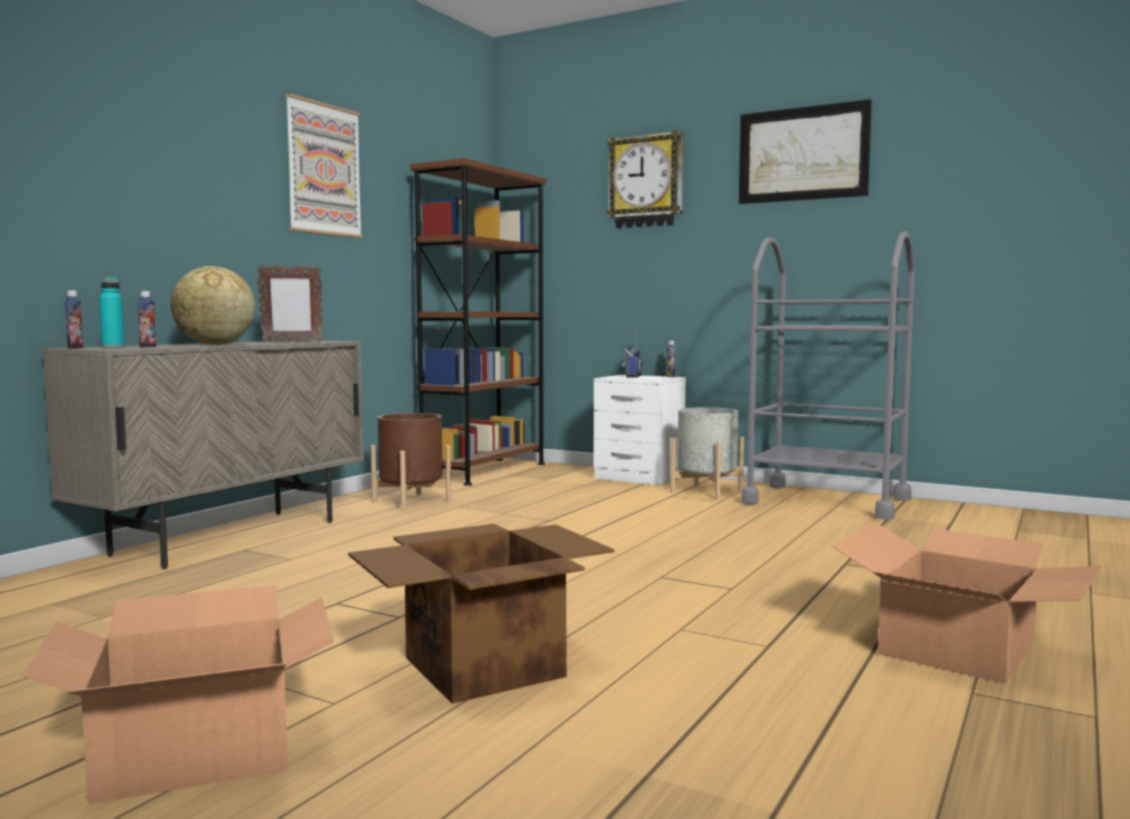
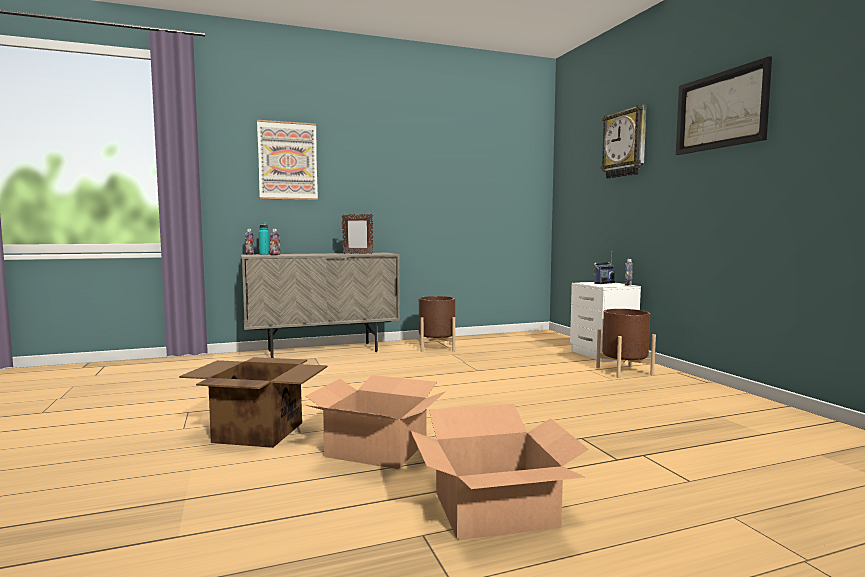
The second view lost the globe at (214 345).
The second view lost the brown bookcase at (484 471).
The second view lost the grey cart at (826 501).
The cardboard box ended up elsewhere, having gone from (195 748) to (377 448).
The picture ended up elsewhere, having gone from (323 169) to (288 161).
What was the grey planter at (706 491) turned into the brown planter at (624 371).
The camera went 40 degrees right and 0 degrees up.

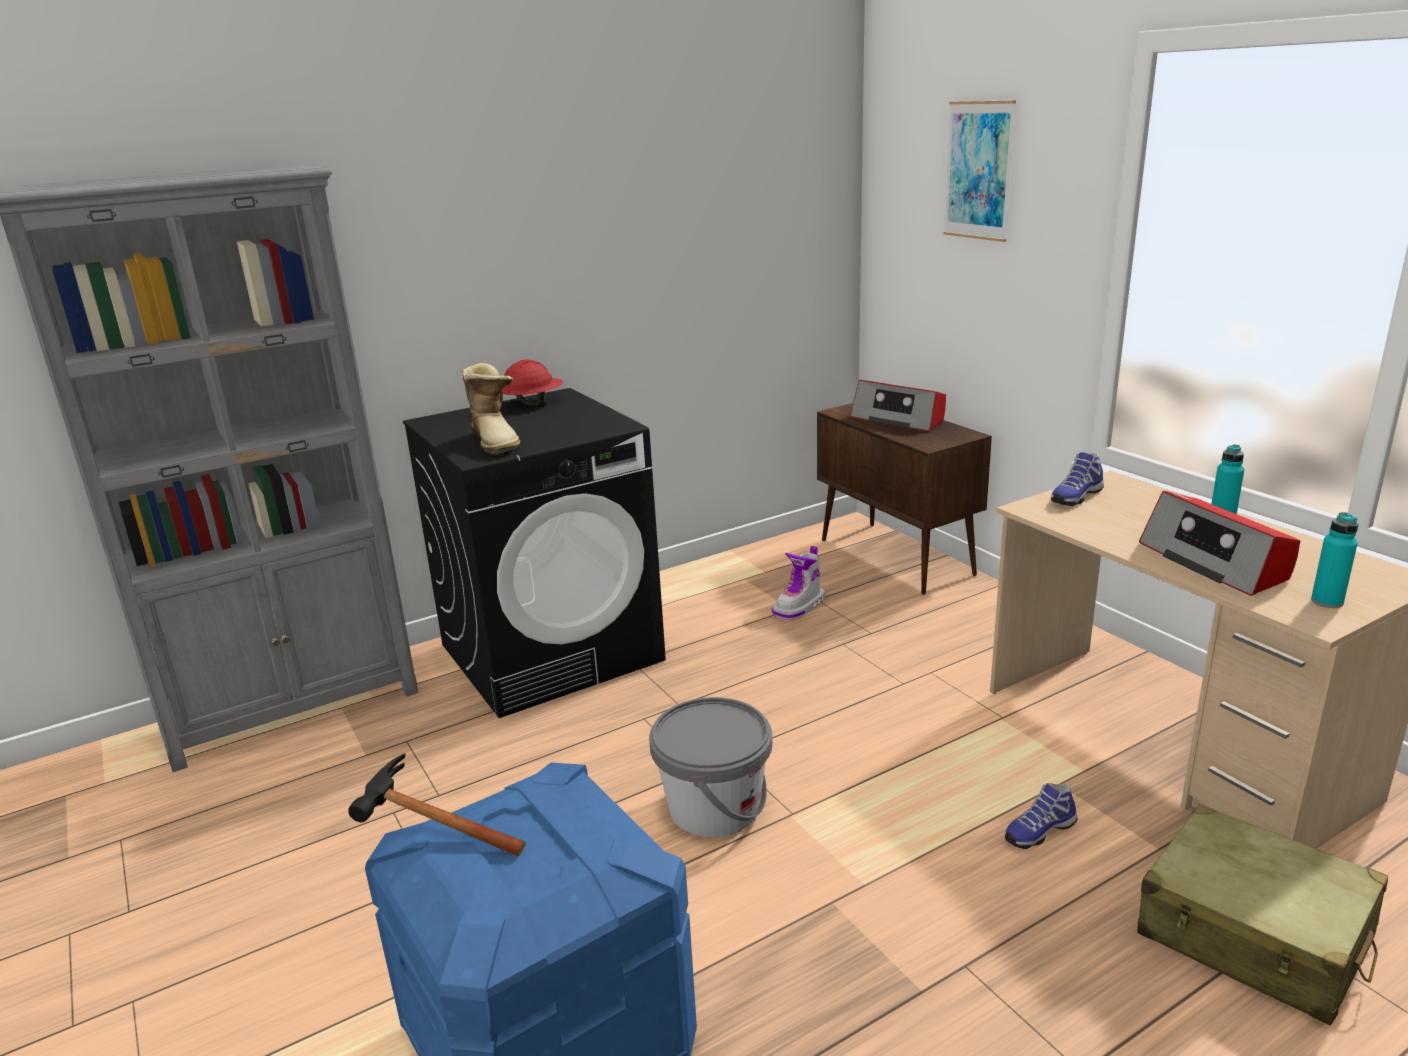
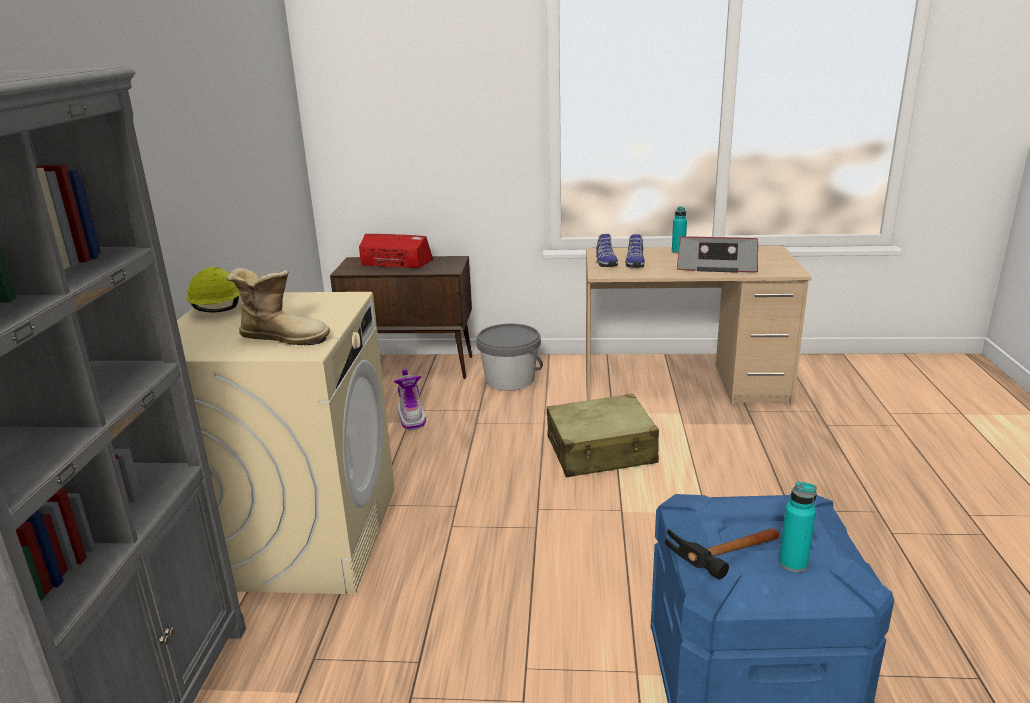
The second view lost the picture at (978 171).
The grey bucket ended up elsewhere, having gone from (714 807) to (510 380).
The shoe ended up elsewhere, having gone from (1038 831) to (634 263).
The beige suitcase ended up elsewhere, having gone from (1254 935) to (601 451).
The turquoise bottle ended up elsewhere, having gone from (1327 601) to (793 563).
What was the black washing machine at (552 652) turned into the beige washing machine at (300 535).
What was the red hard hat at (533 403) turned into the yellow hard hat at (218 310).
The radio at (899 419) ended up facing another way, 150 degrees counterclockwise from before.
The camera went 55 degrees left and 0 degrees up.

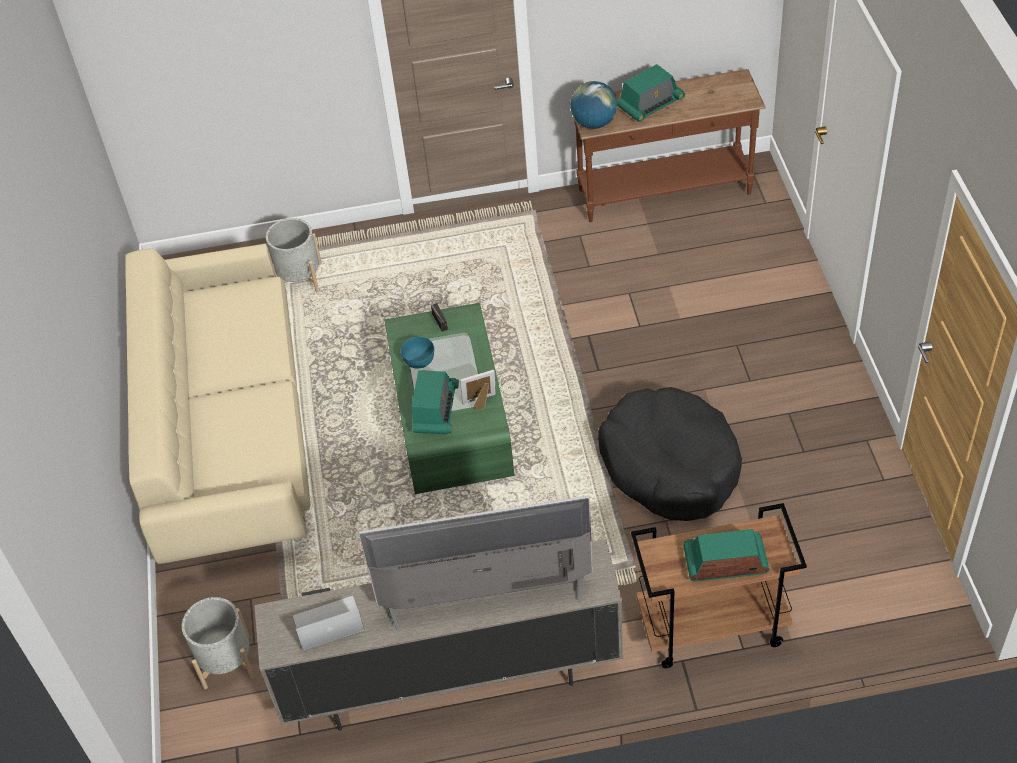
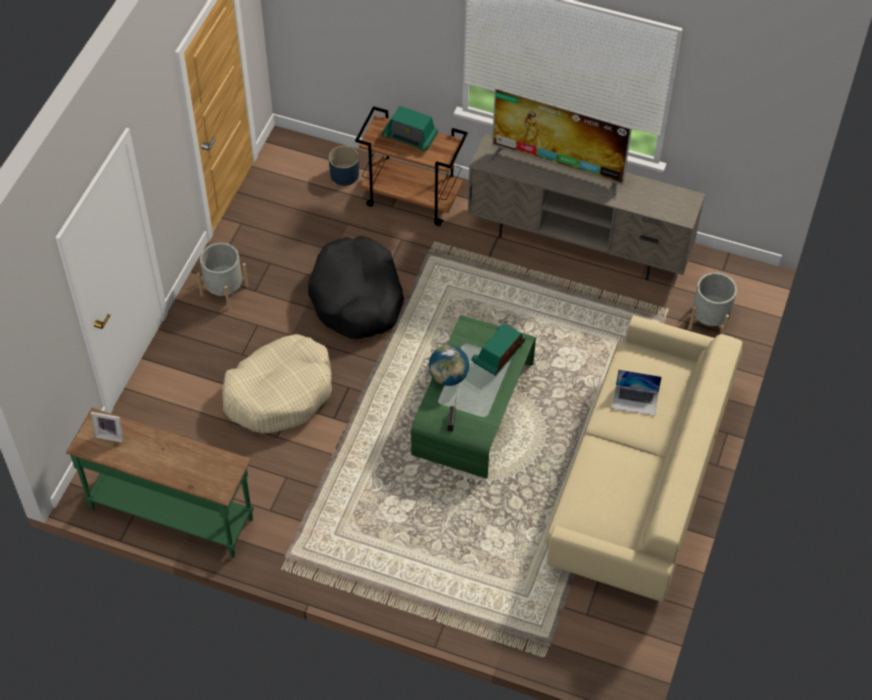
The second view lost the turquoise bowl at (418 360).
The second view lost the radio at (650 104).
The second view gained the beige dog bed at (280 392).
The second view gained the blue planter at (344 175).
The grey planter ended up elsewhere, having gone from (299 278) to (224 290).
The laptop ended up elsewhere, having gone from (328 623) to (635 400).
The picture frame ended up elsewhere, having gone from (480 403) to (110 434).
The globe ended up elsewhere, having gone from (594 123) to (448 377).
What was the brown console table at (665 193) turned into the green console table at (172 513).
The camera went 155 degrees left and 5 degrees up.

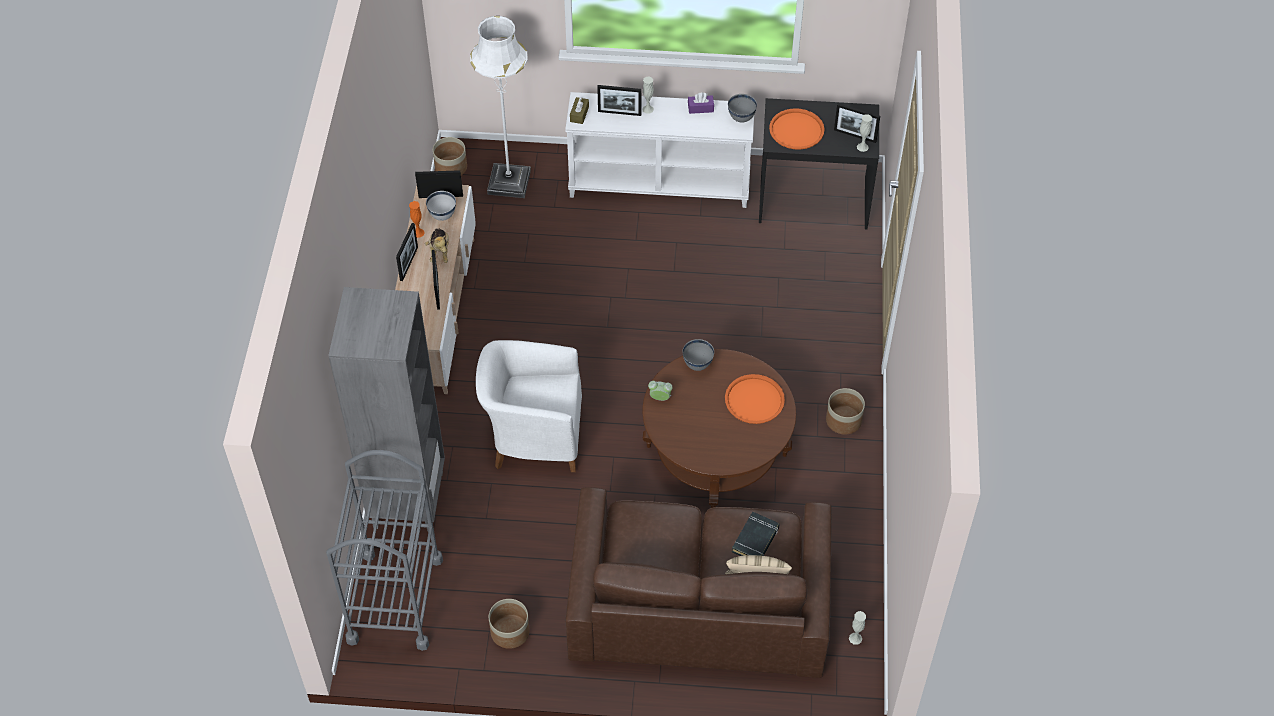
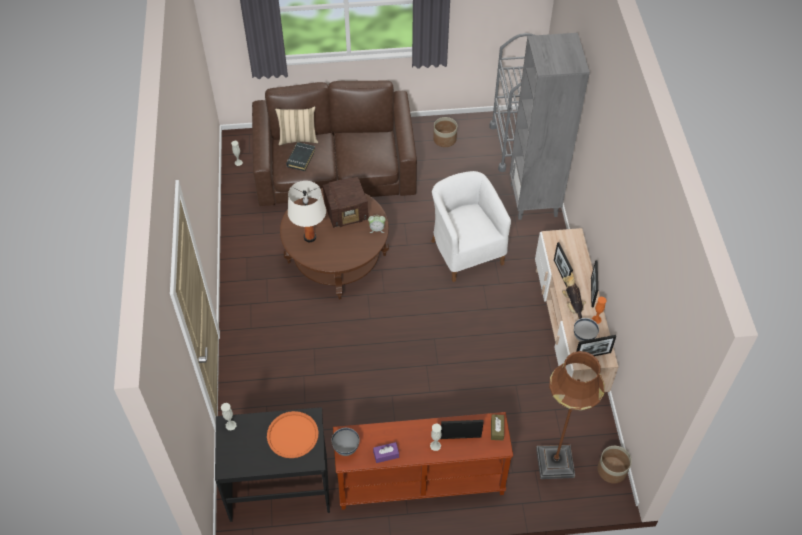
The second view lost the grey bowl at (698 365).
The second view lost the planter at (843 420).
The second view lost the picture frame at (855 135).
The second view gained the radio at (347 212).
Where the orange tray stood at (754 400), the white table lamp came to stand at (310 237).
What was the white floor lamp at (509 182) turned into the brown floor lamp at (555 462).
What was the white console table at (660 184) turned into the brown console table at (420 483).
The white armchair at (533 437) ended up facing another way, 105 degrees counterclockwise from before.
The camera went 170 degrees right and 0 degrees up.

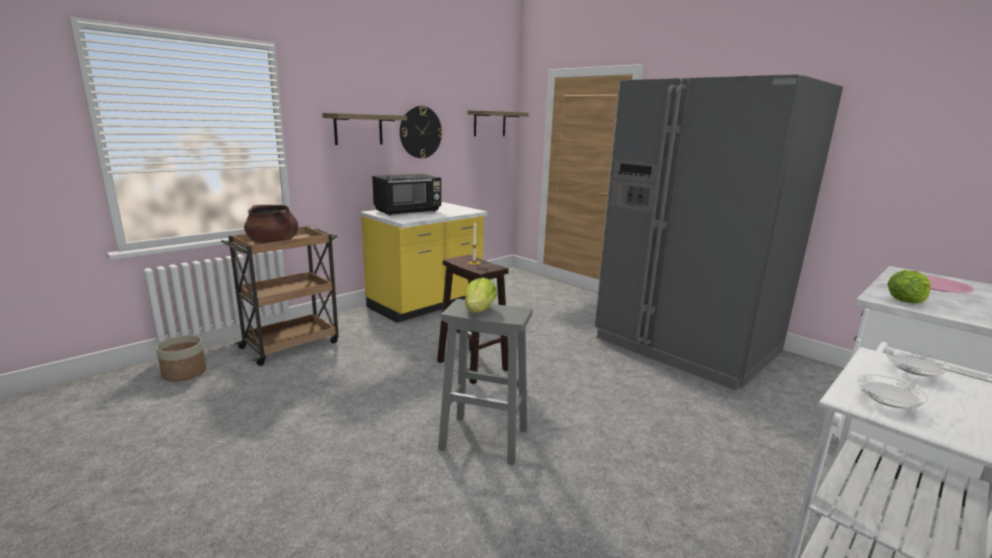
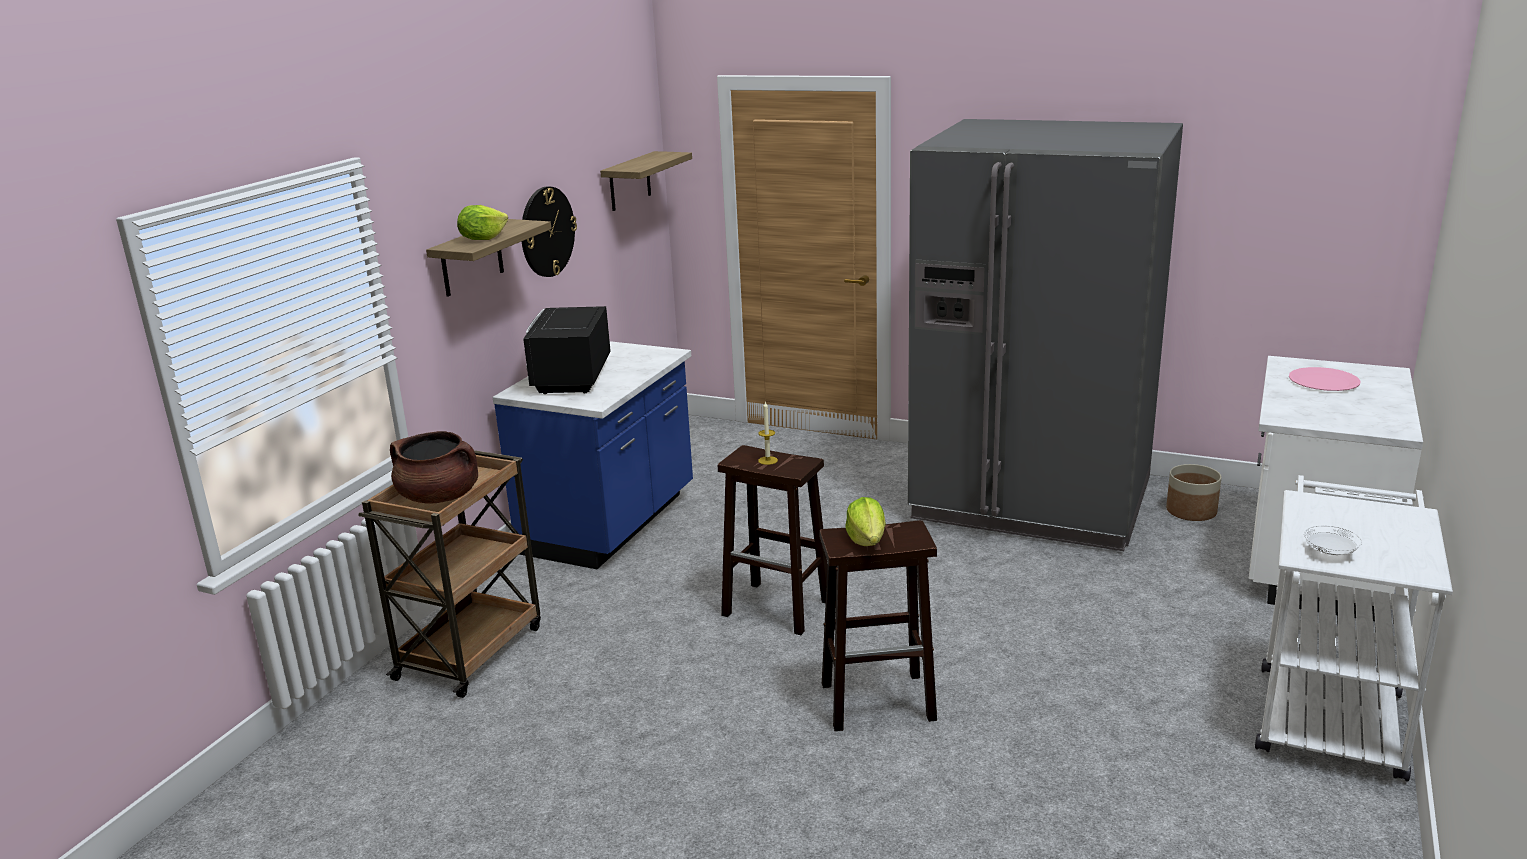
The second view lost the white plate at (912 374).
The planter ended up elsewhere, having gone from (185 373) to (1191 511).
The lettuce ended up elsewhere, having gone from (905 301) to (482 239).
What was the yellow counter at (426 304) turned into the blue counter at (611 524).
What was the grey stool at (485 439) turned into the brown stool at (879 701).
The black microwave at (408 211) ended up facing another way, 150 degrees clockwise from before.
The camera went 20 degrees left and 5 degrees up.

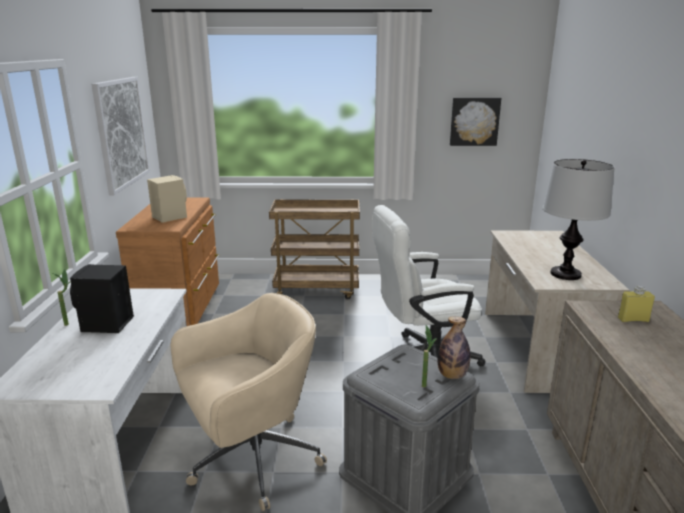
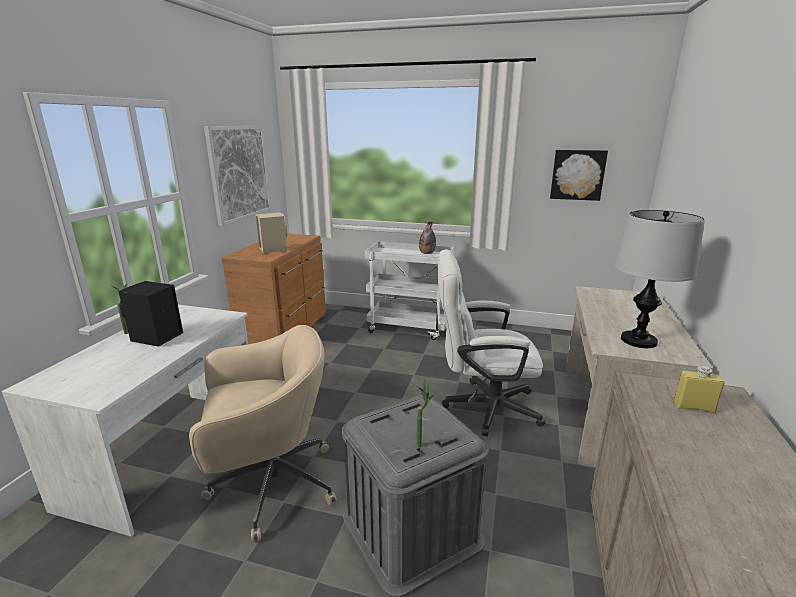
The bottle ended up elsewhere, having gone from (452 375) to (427 253).
What was the brown cart at (317 289) turned into the white cart at (410 328).
The camera went 15 degrees right and 0 degrees up.

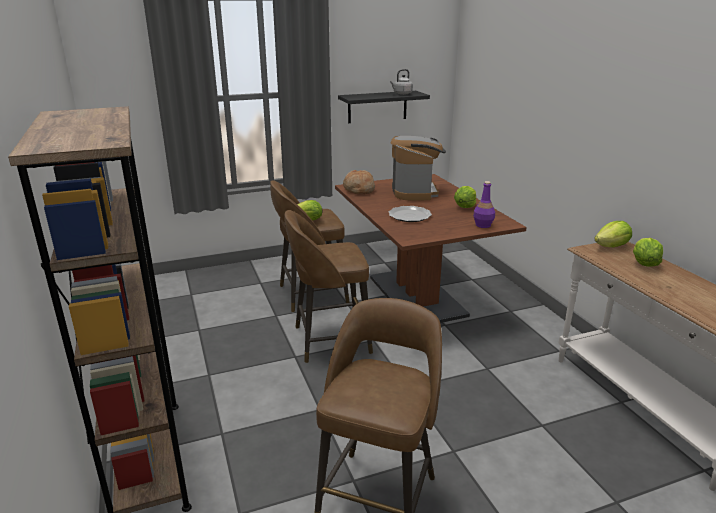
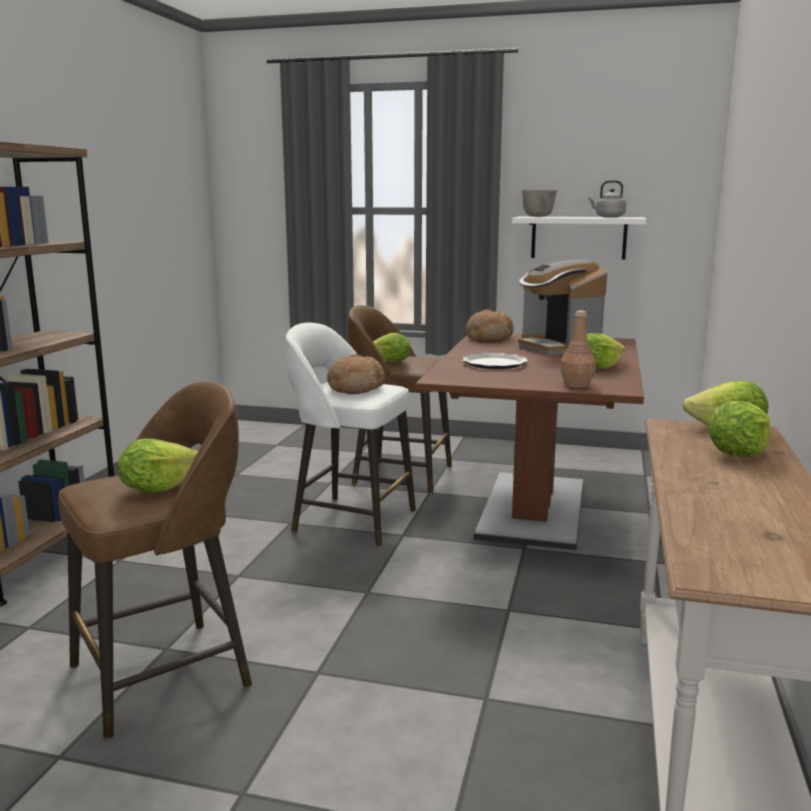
The second view gained the lettuce at (157 488).
The second view gained the bread at (355 388).
The second view gained the grey bowl at (537 216).
What was the brown stool at (329 340) turned into the white stool at (351 520).
What was the black shelf at (377 107) turned into the white shelf at (578 237).
What was the purple bottle at (483 225) turned into the brown bottle at (576 385).
The coffee machine at (415 192) ended up facing another way, 120 degrees clockwise from before.
The camera went 35 degrees right and 10 degrees down.

